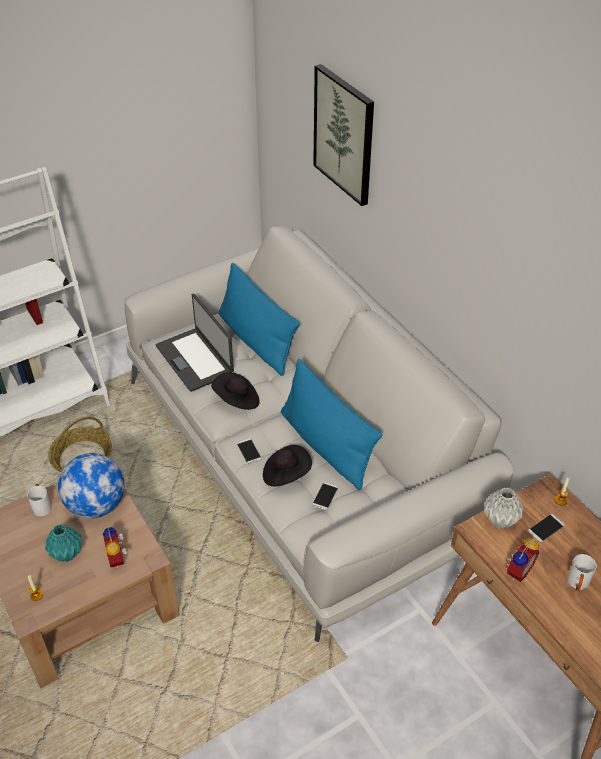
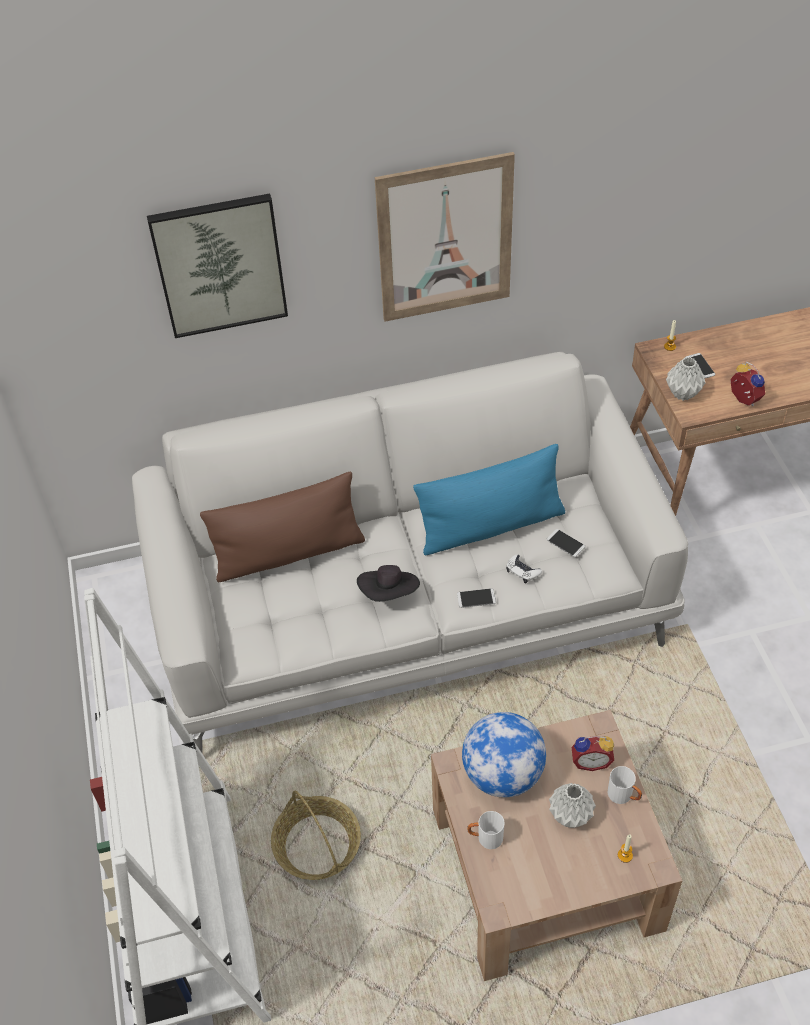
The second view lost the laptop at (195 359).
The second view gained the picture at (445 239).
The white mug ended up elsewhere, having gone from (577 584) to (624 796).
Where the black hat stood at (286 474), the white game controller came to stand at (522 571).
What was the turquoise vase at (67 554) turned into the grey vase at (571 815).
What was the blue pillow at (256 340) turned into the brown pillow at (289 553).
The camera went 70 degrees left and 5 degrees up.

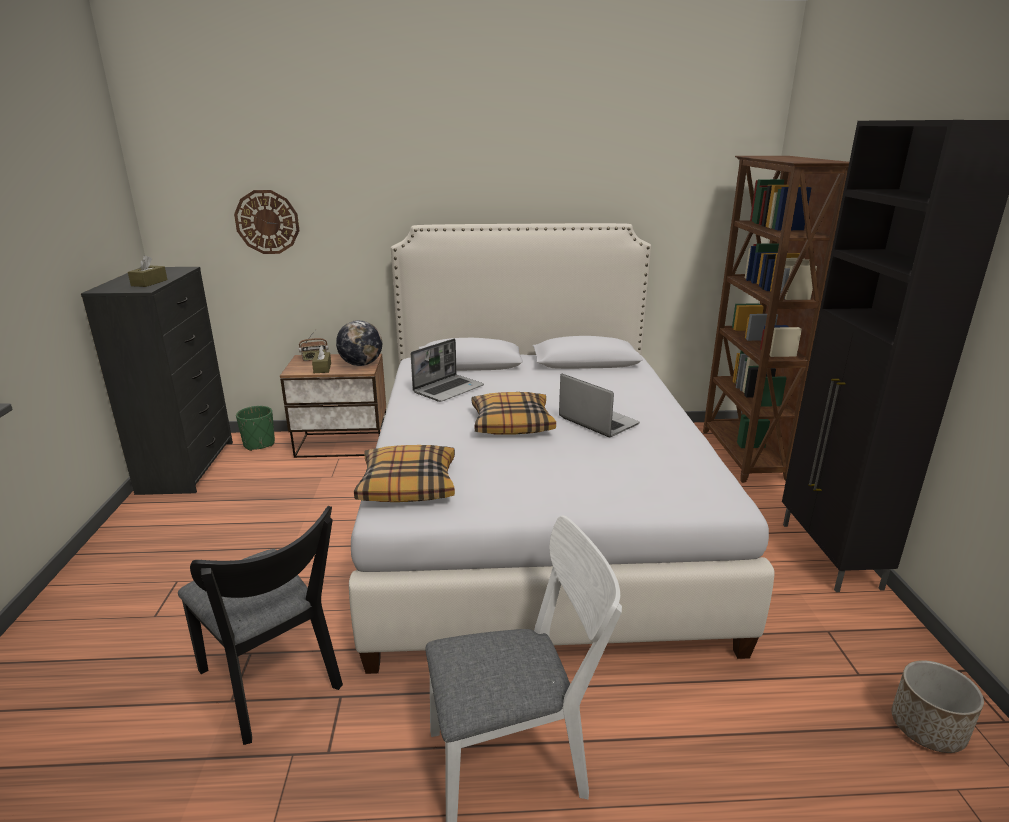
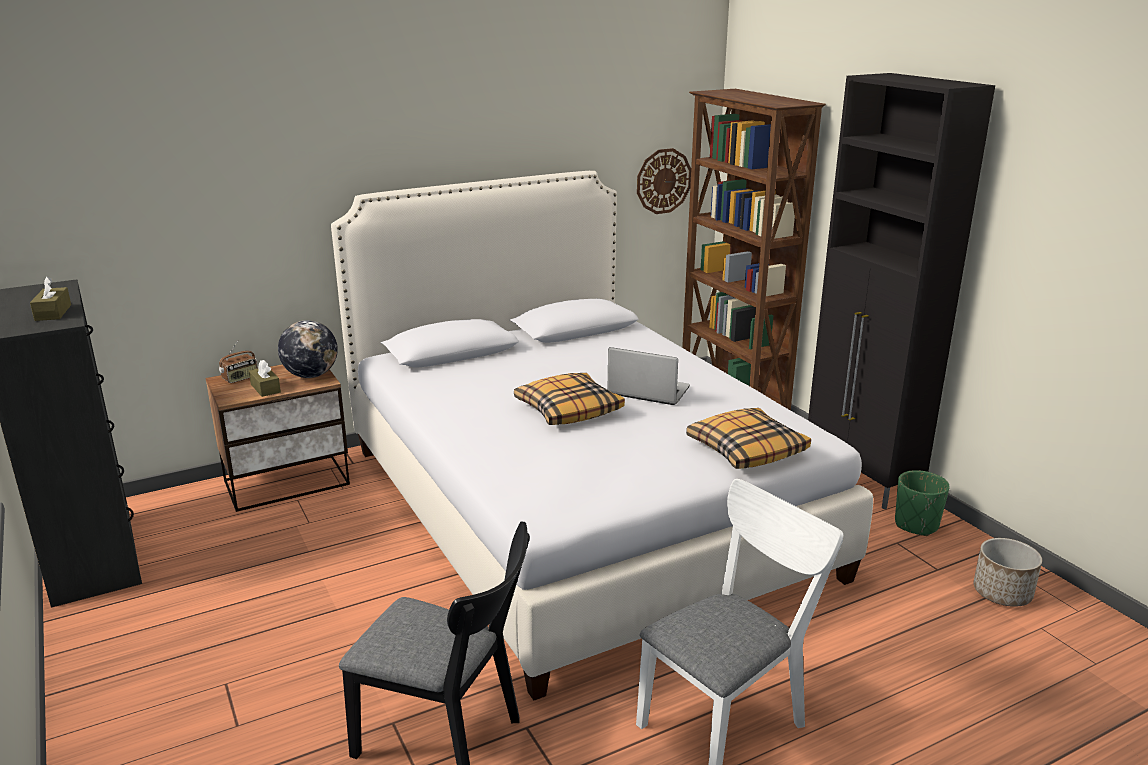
The second view lost the laptop at (448 389).
The wall clock ended up elsewhere, having gone from (267 222) to (663 181).
The green planter ended up elsewhere, having gone from (259 444) to (916 525).
The pillow ended up elsewhere, having gone from (408 485) to (746 449).
The camera went 25 degrees left and 0 degrees up.

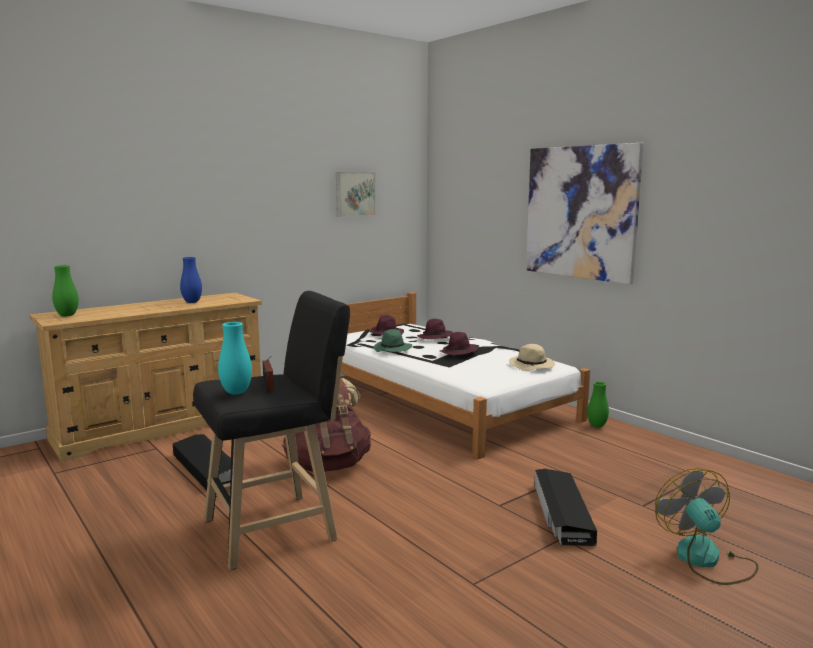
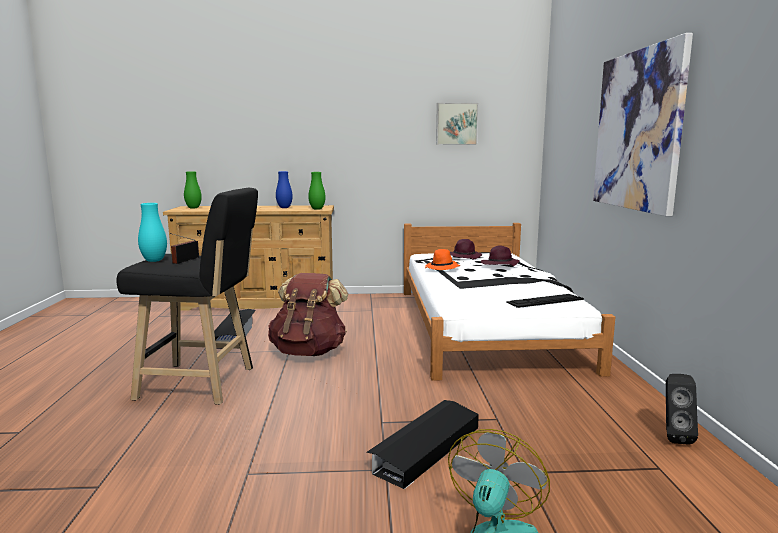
The second view lost the purple hat at (458 352).
The second view gained the black speaker at (673 436).
The green vase ended up elsewhere, having gone from (597 426) to (317 209).
Where the beige hat stood at (532 366), the keyboard came to stand at (544 301).
What was the green hat at (393 349) turned into the orange hat at (442 268).
The camera went 35 degrees right and 0 degrees up.

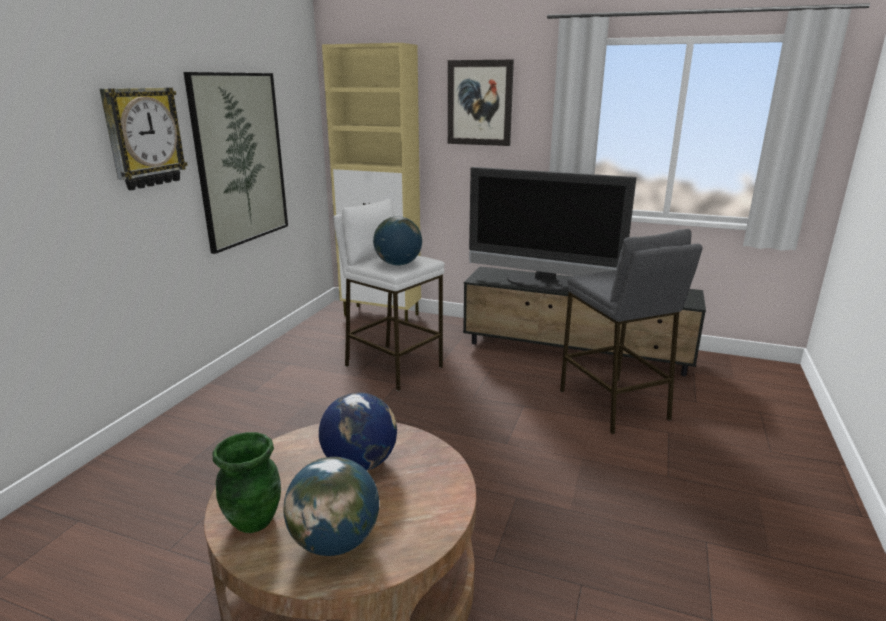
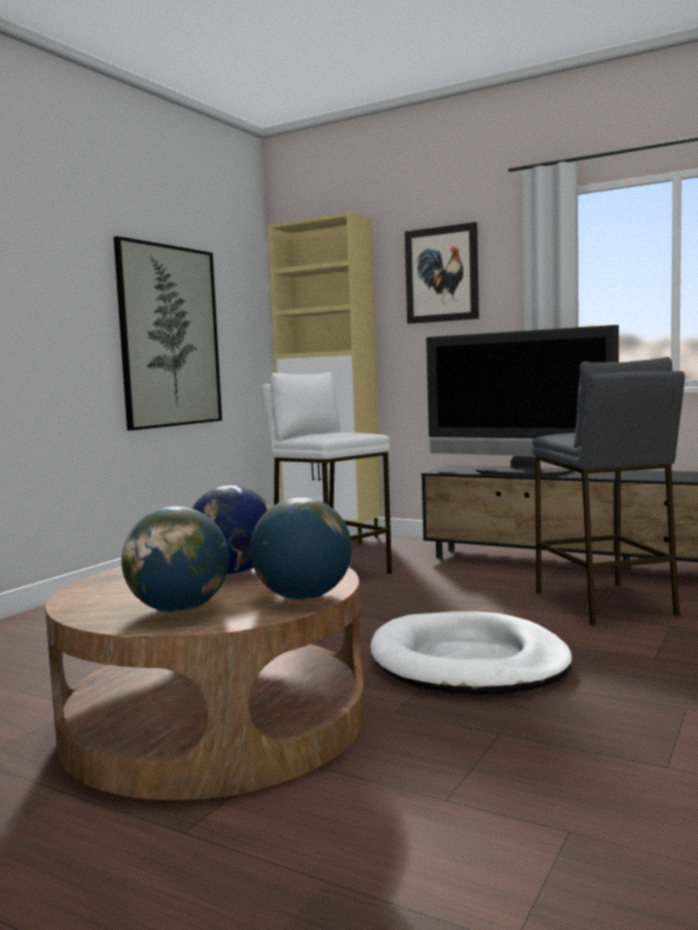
The second view lost the wall clock at (144 137).
The second view lost the green vase at (254 520).
The second view gained the white dog bed at (468 662).
The globe ended up elsewhere, having gone from (398 264) to (304 597).
The camera went 10 degrees right and 15 degrees down.

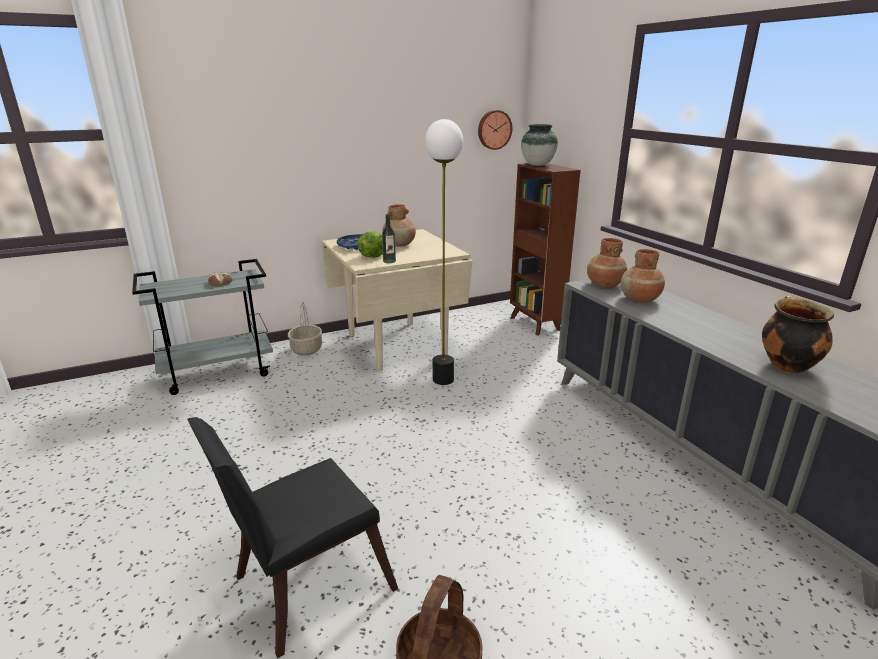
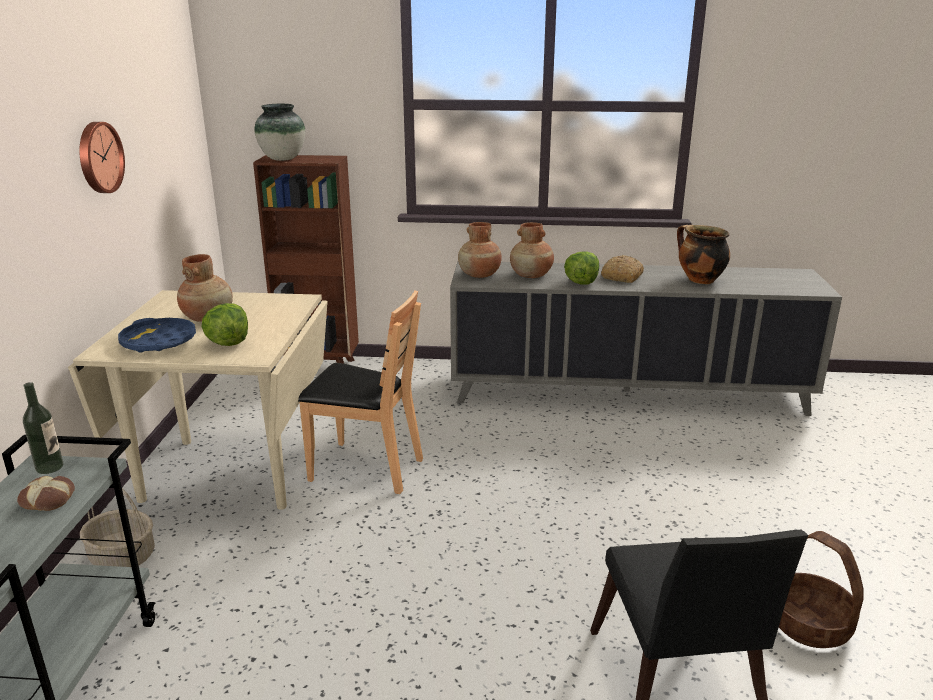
The second view gained the lettuce at (581 282).
The second view gained the bread at (621 276).
The bottle ended up elsewhere, having gone from (389 261) to (49 467).
The wall clock ended up elsewhere, having gone from (494 129) to (98 157).
Where the floor lamp stood at (442 379), the brown chair came to stand at (366 468).
The camera went 60 degrees left and 0 degrees up.

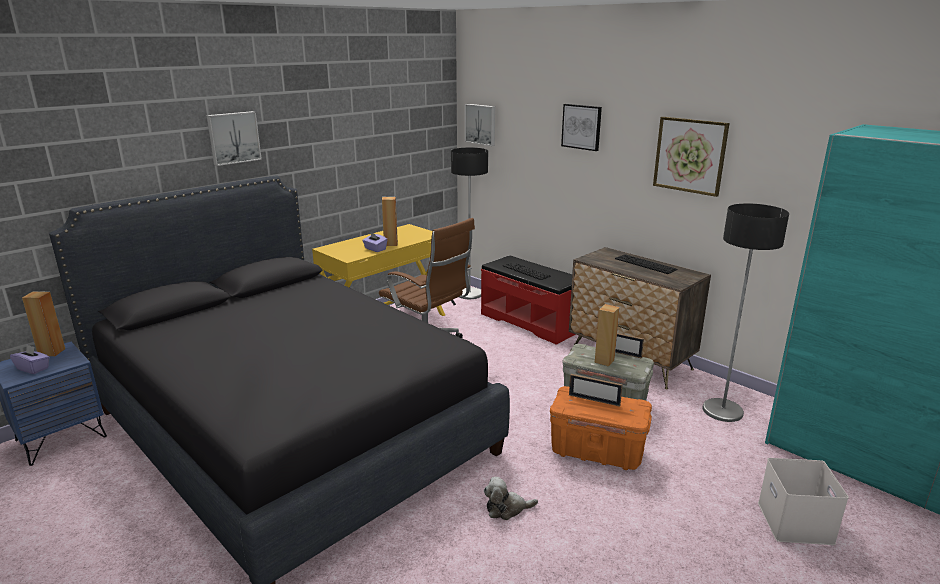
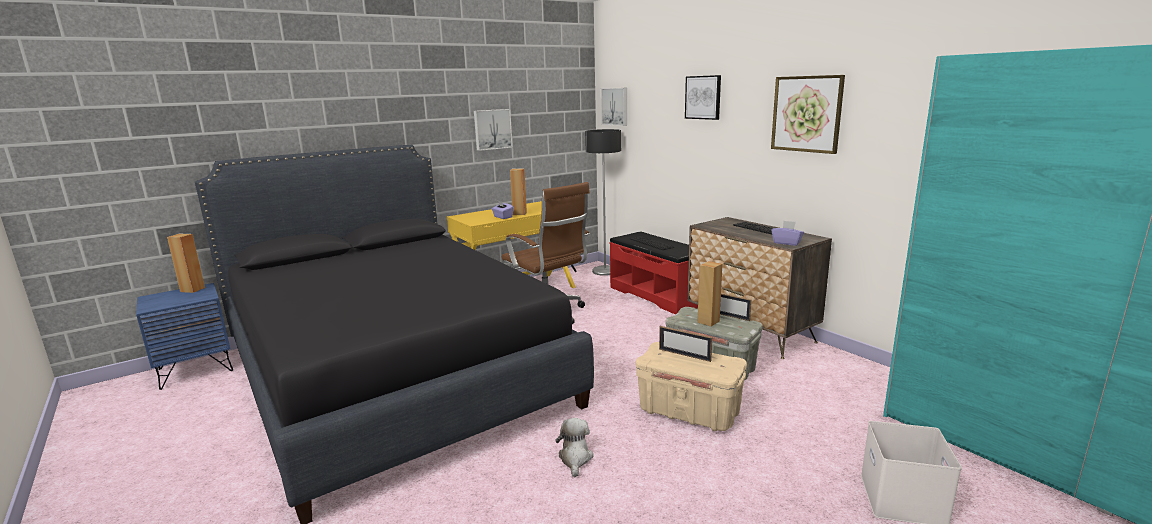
The second view lost the floor lamp at (723 411).
The purple tissue box ended up elsewhere, having gone from (33 368) to (786 243).
The picture ended up elsewhere, having gone from (233 137) to (492 129).
What was the orange storage box at (597 451) turned into the beige storage box at (689 412).
The plush toy at (507 508) ended up facing another way, 90 degrees clockwise from before.
The camera went 10 degrees right and 5 degrees down.

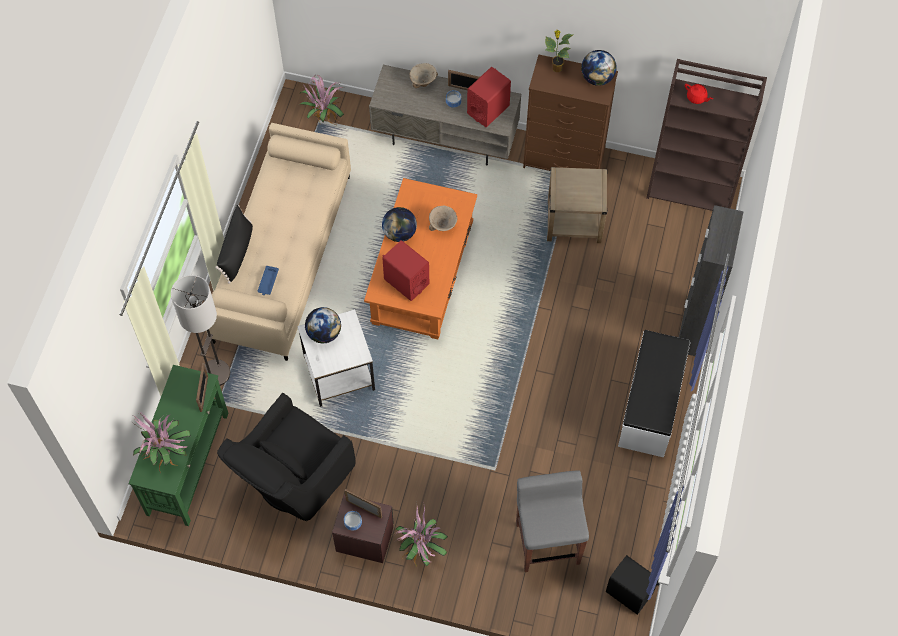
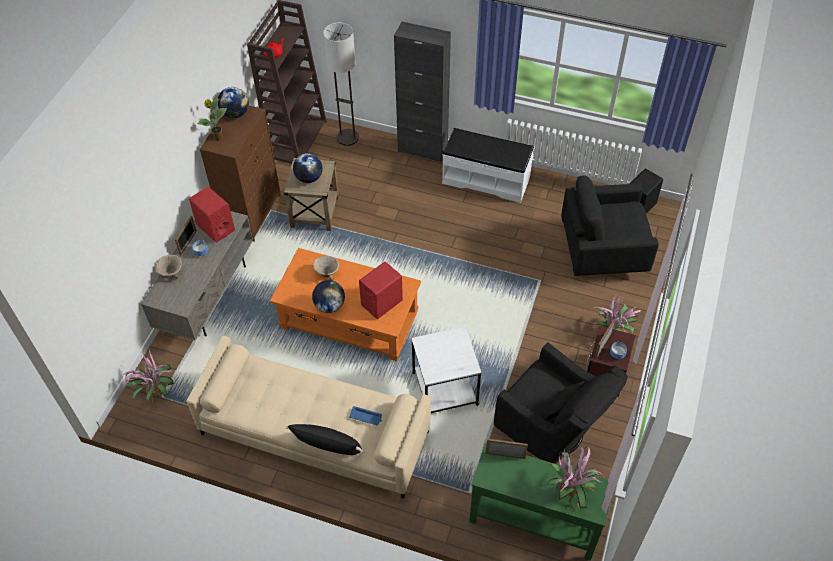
The floor lamp ended up elsewhere, having gone from (215 373) to (347 138).
The globe ended up elsewhere, having gone from (324 333) to (309 178).
Where the grey stool stood at (547 542), the black armchair came to stand at (601 251).
The camera went 85 degrees left and 10 degrees down.

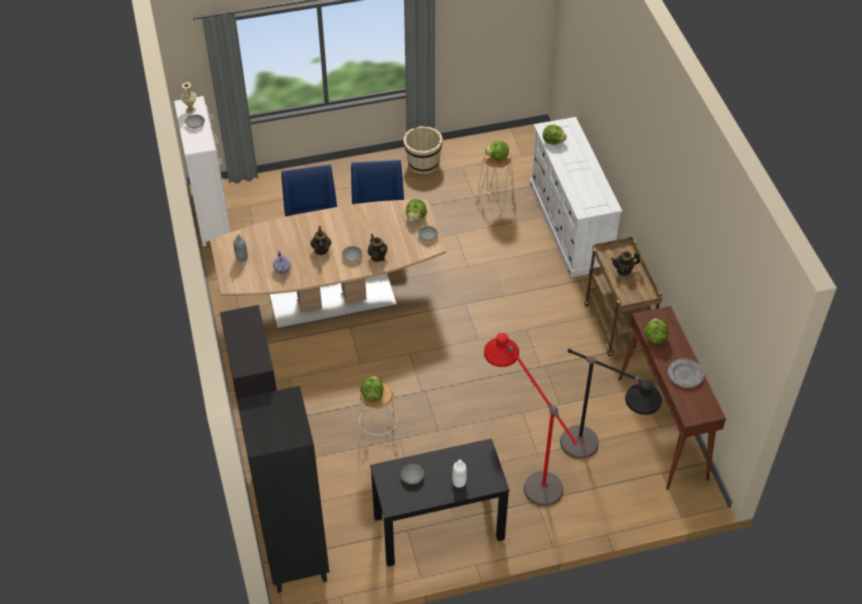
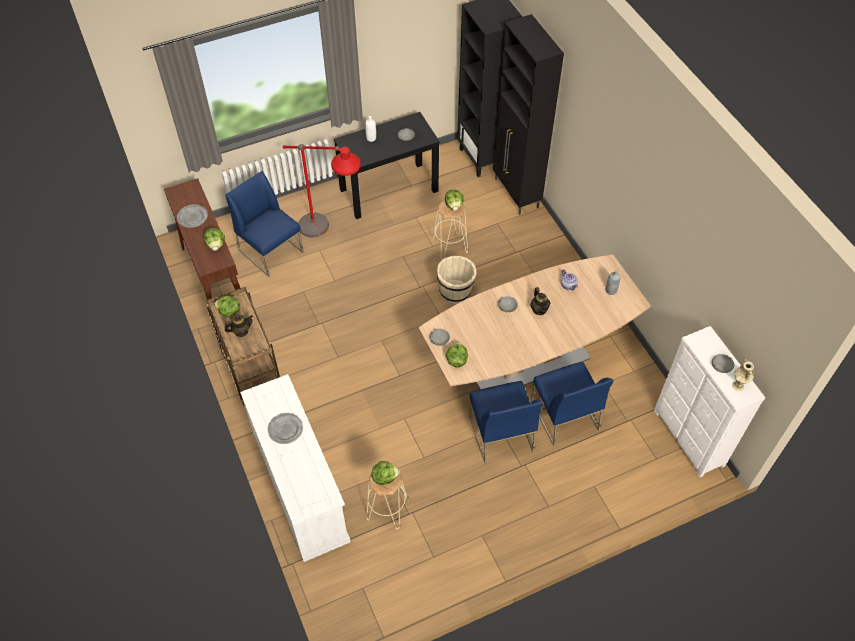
The second view lost the teapot at (377 257).
The second view gained the grey plate at (285 429).
The beige bucket ended up elsewhere, having gone from (423 164) to (455 292).
The lettuce ended up elsewhere, having gone from (553 141) to (229 312).
Where the black floor lamp stood at (597 461), the blue chair came to stand at (271 251).
The camera went 170 degrees right and 5 degrees up.

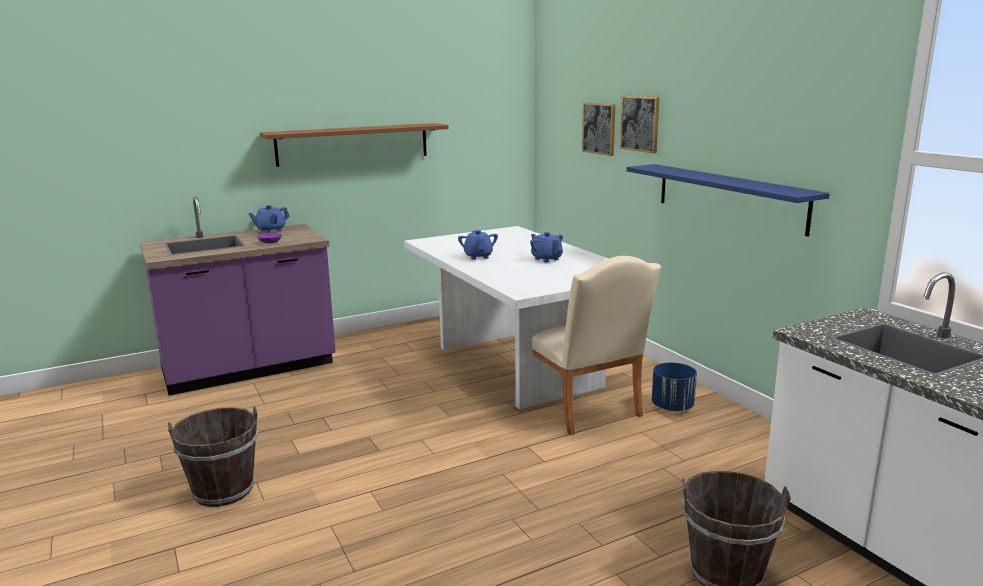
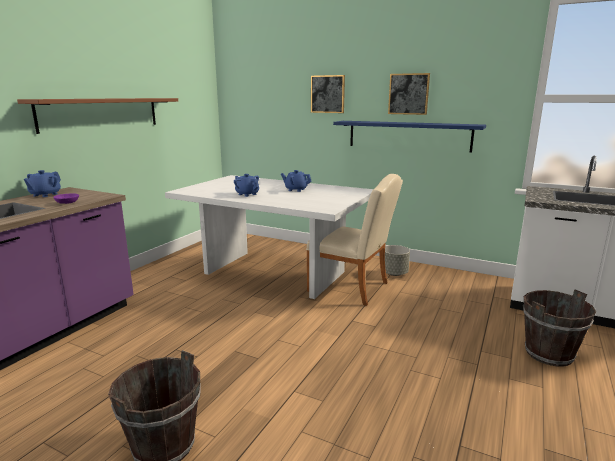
The picture ended up elsewhere, having gone from (599 128) to (408 94).
What was the blue planter at (672 407) turned into the grey planter at (394 273).
The camera went 35 degrees left and 0 degrees up.

